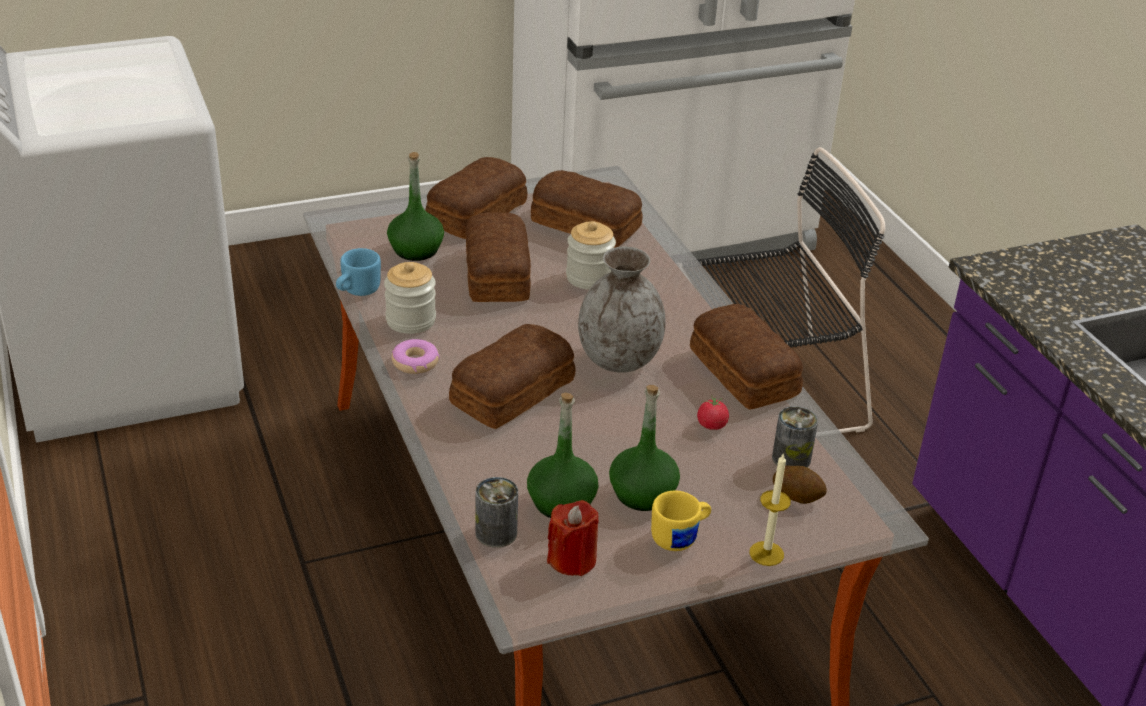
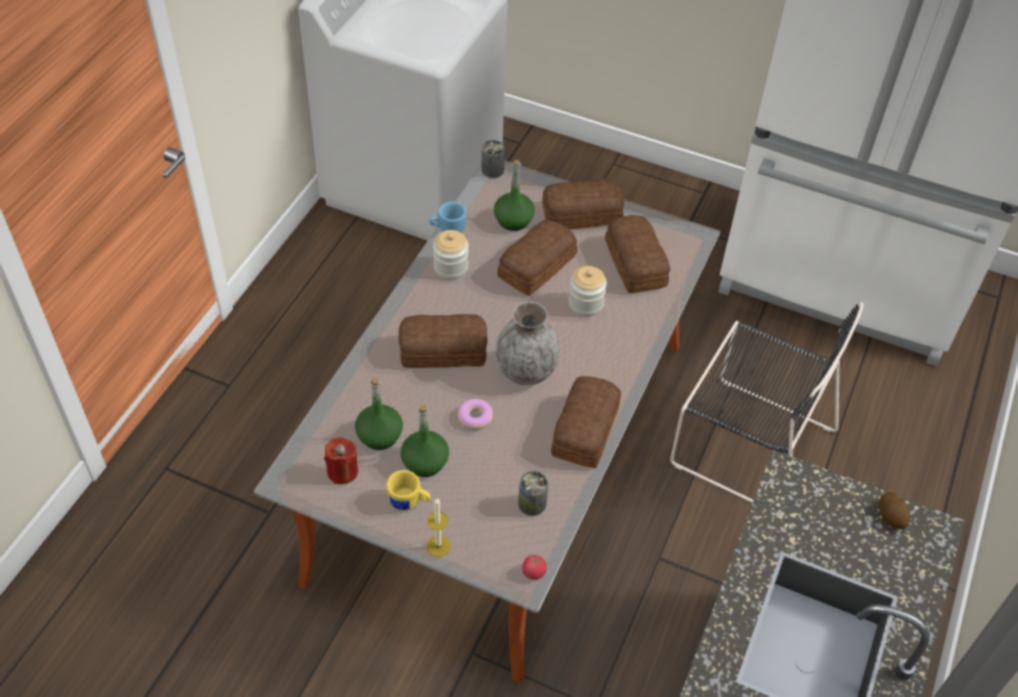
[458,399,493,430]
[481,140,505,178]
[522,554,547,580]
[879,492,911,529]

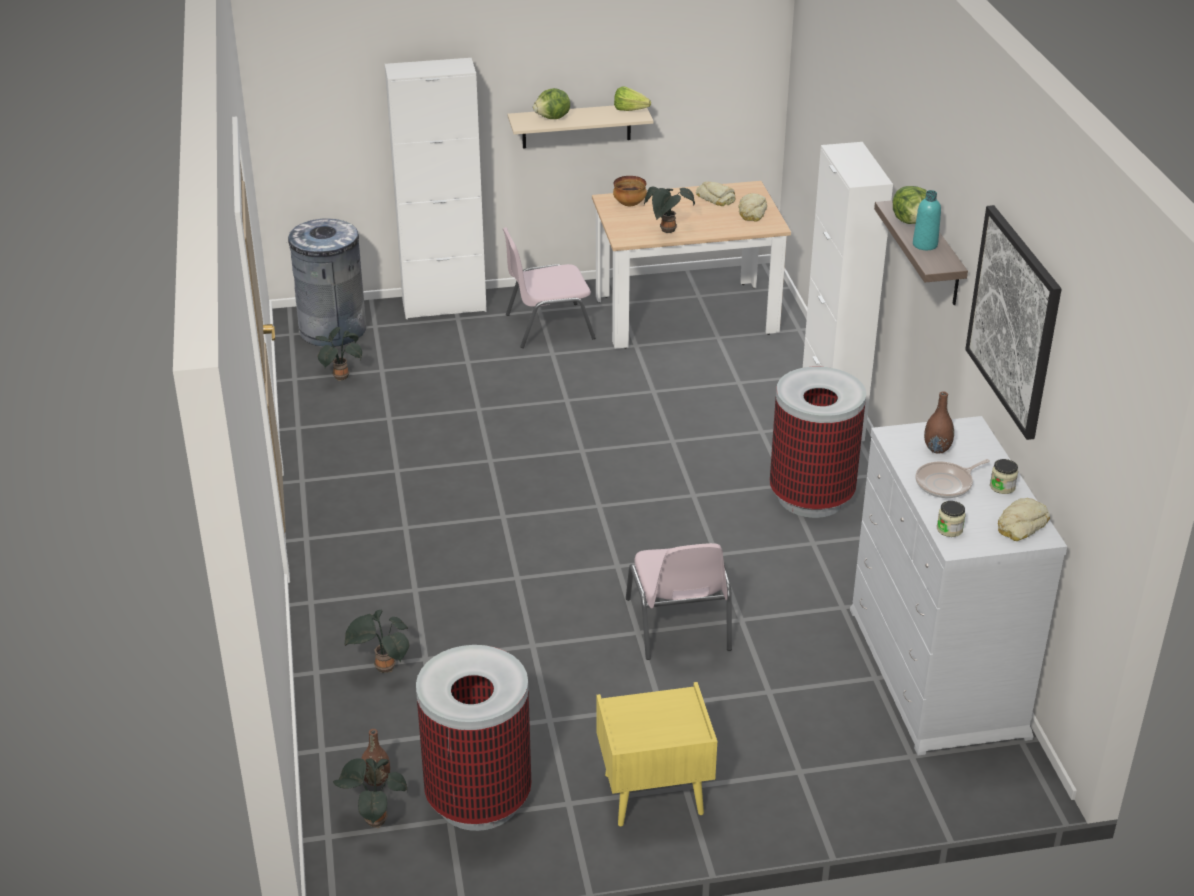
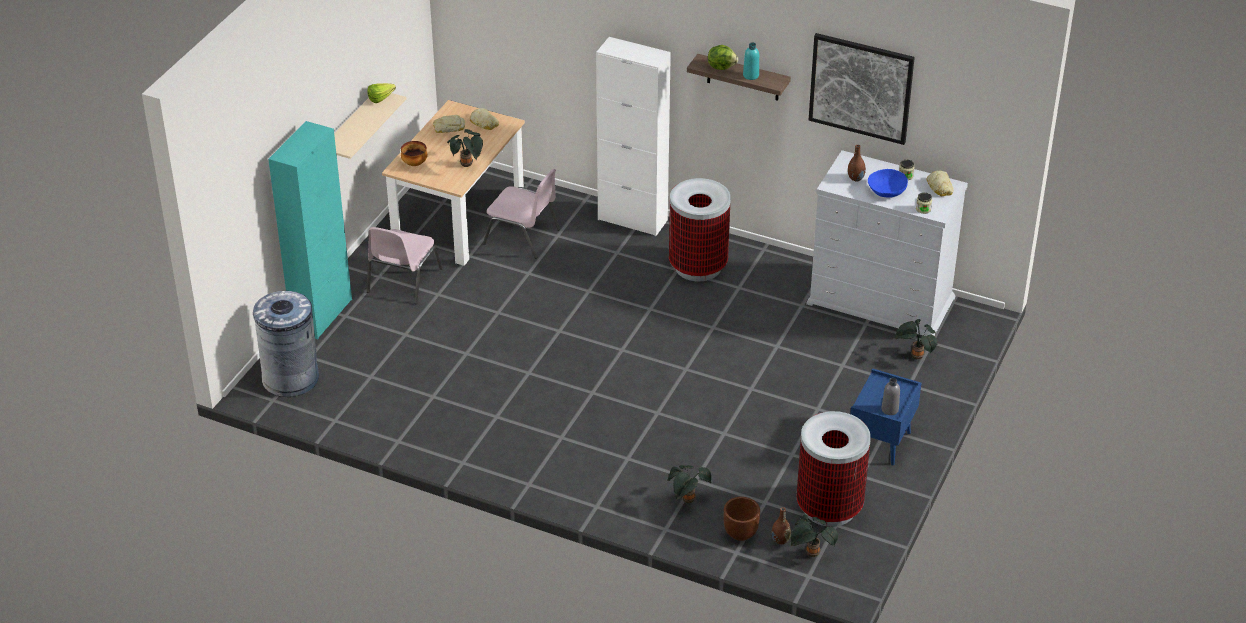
[533,88,570,119] (first image)
[724,497,760,541]
[882,378,900,415]
[895,319,938,360]
[483,169,560,259]
[868,169,908,197]
[268,121,352,339]
[850,368,921,466]

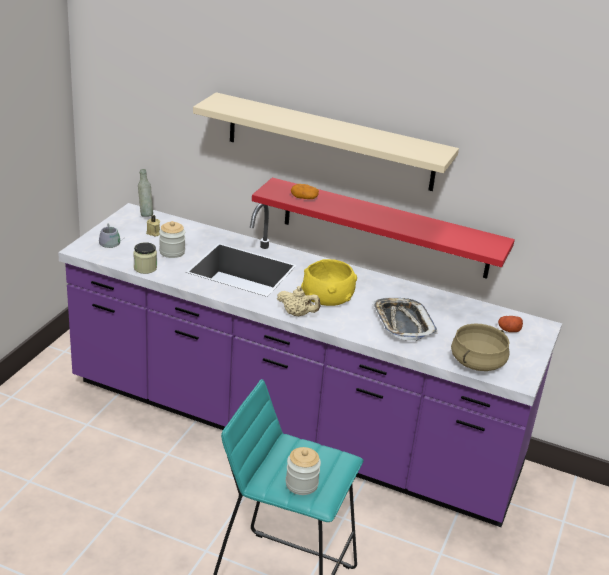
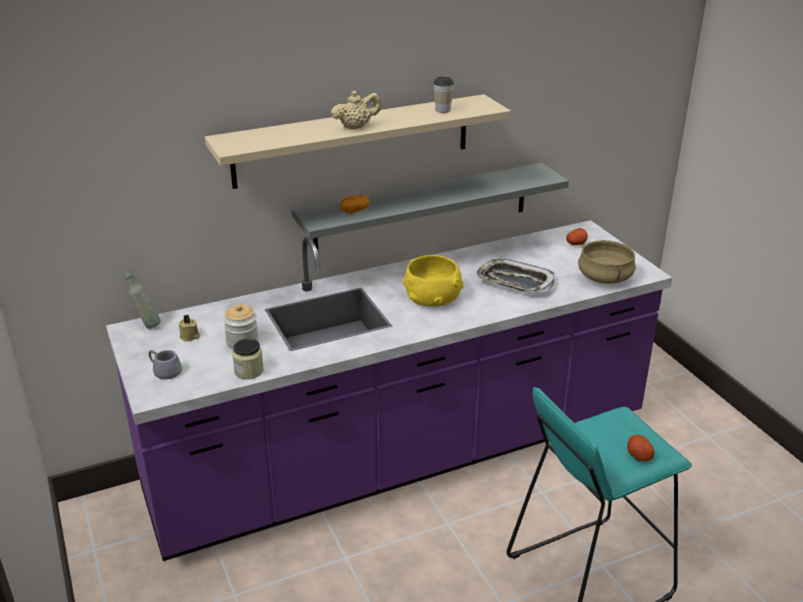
[434,76,454,113]
[331,91,381,129]
[627,435,654,461]
[291,163,569,254]

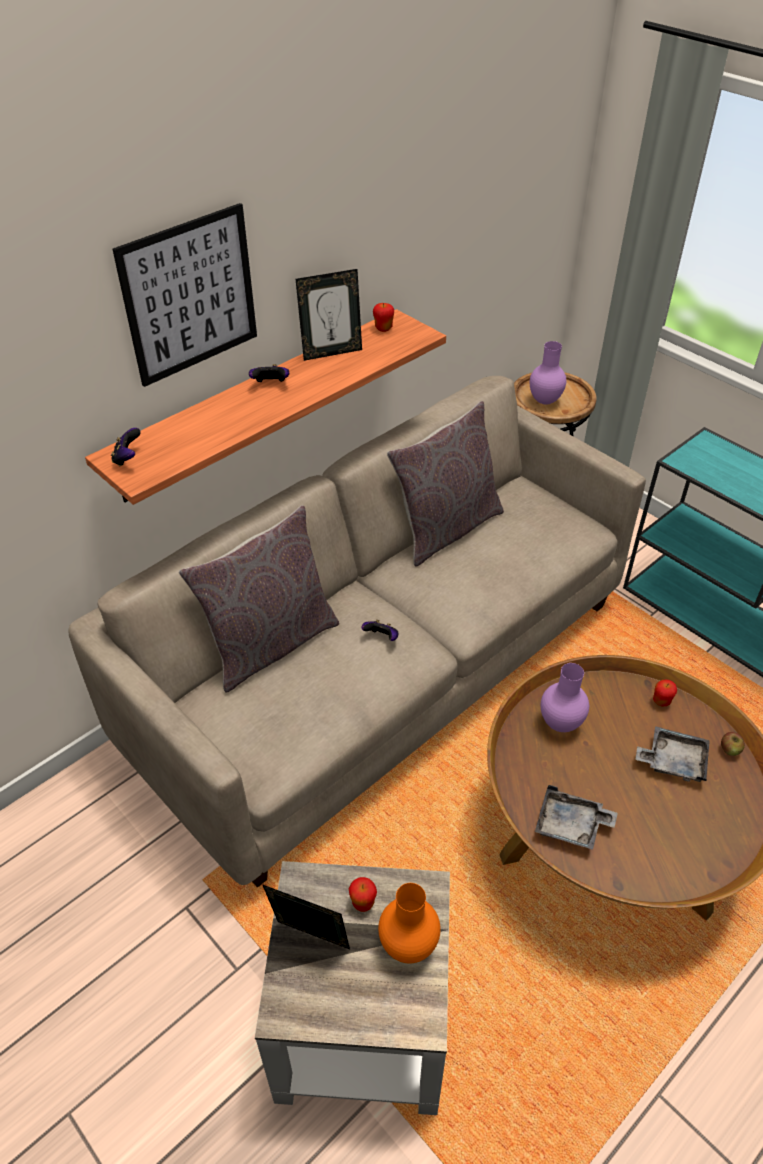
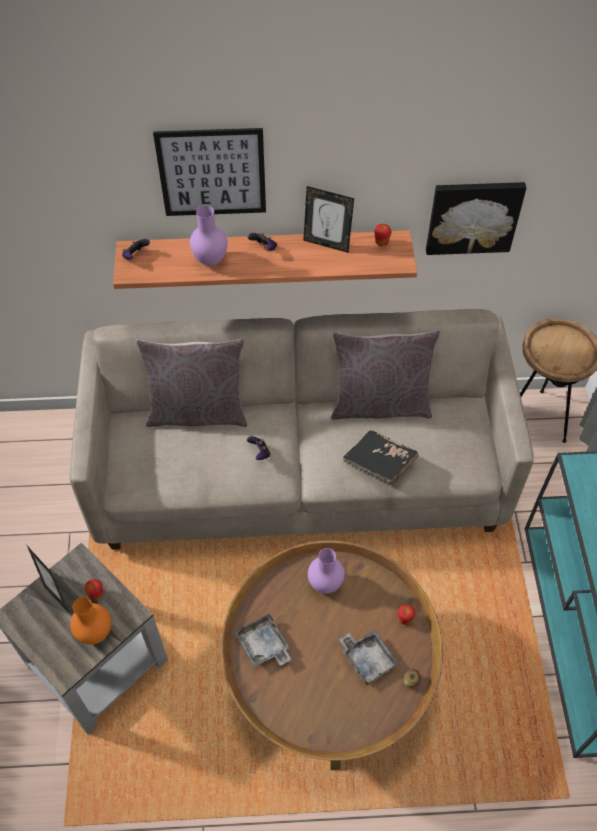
[343,431,418,485]
[426,182,526,255]
[190,206,227,266]

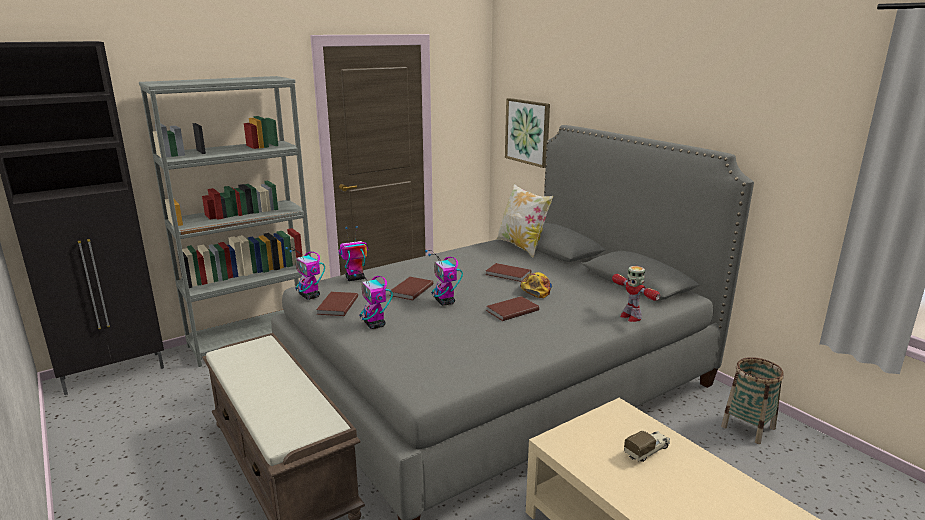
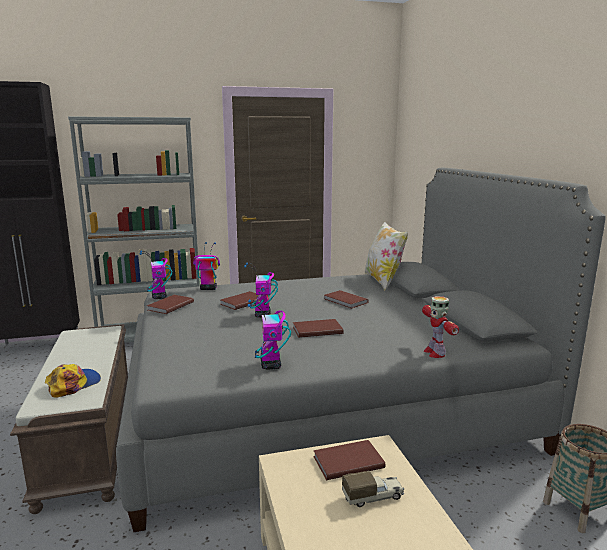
[505,98,550,168] (first image)
[313,440,385,480]
[247,299,291,369]
[45,364,101,398]

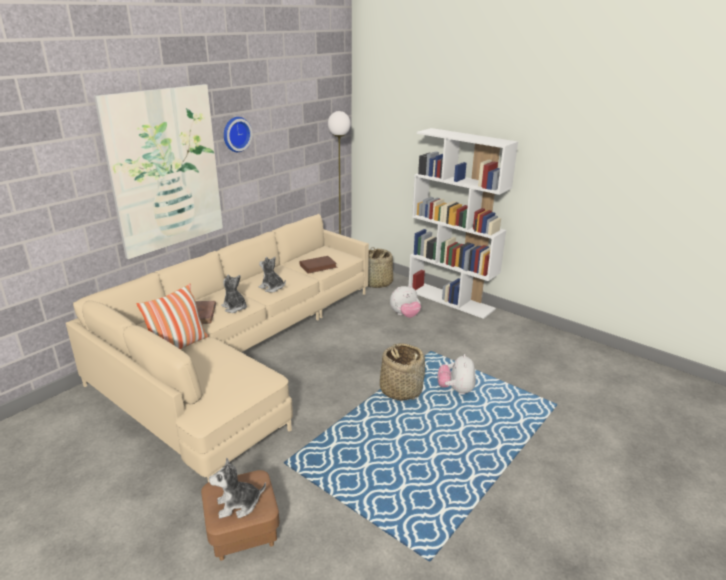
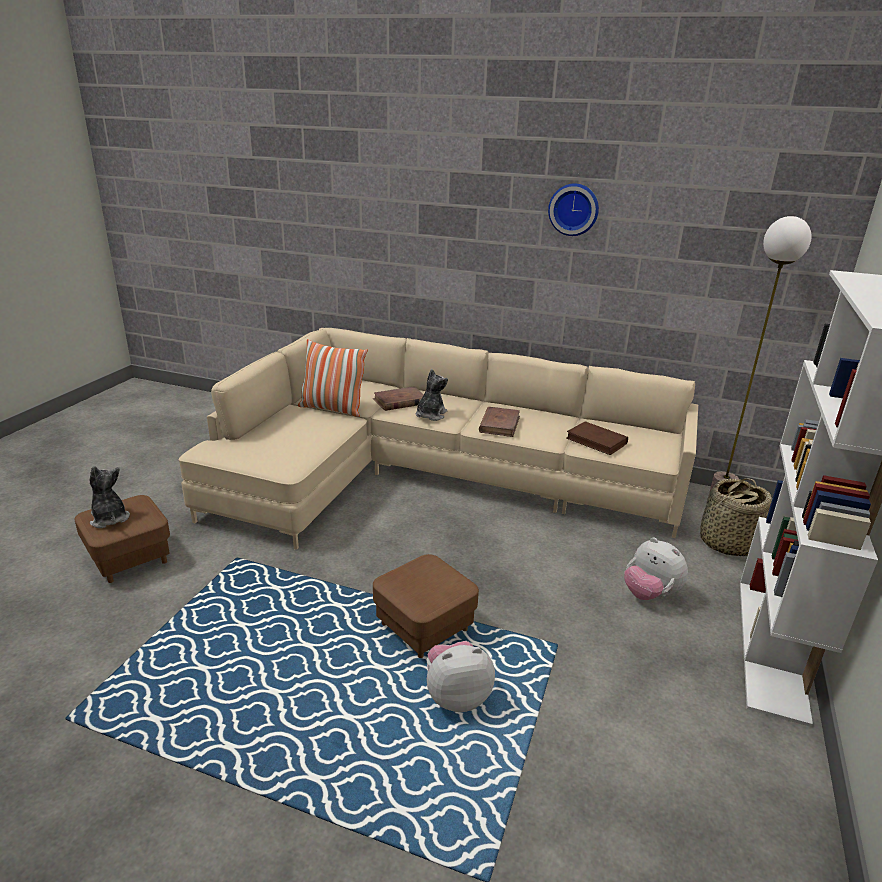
[94,84,223,259] (first image)
[479,407,520,437]
[373,554,479,658]

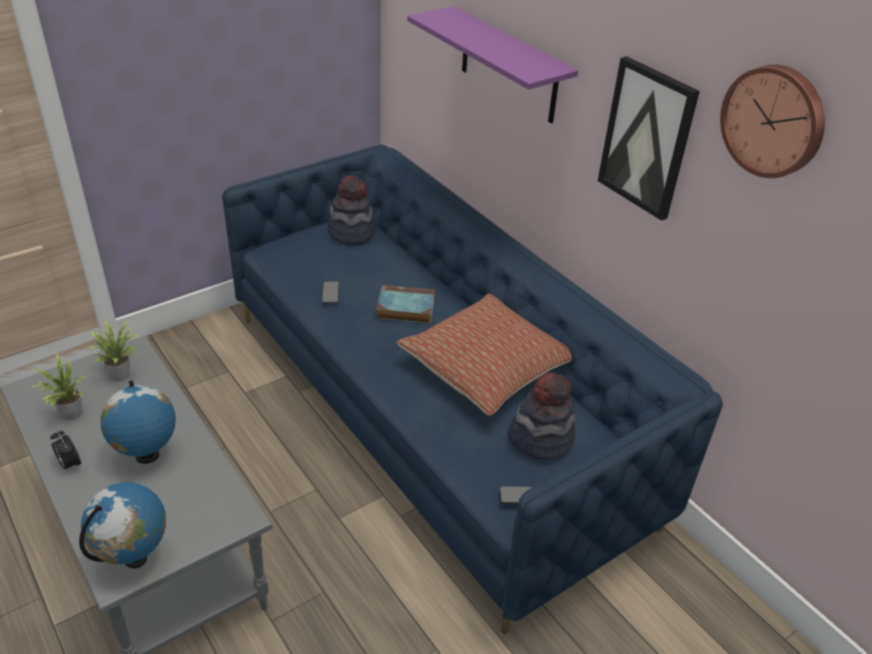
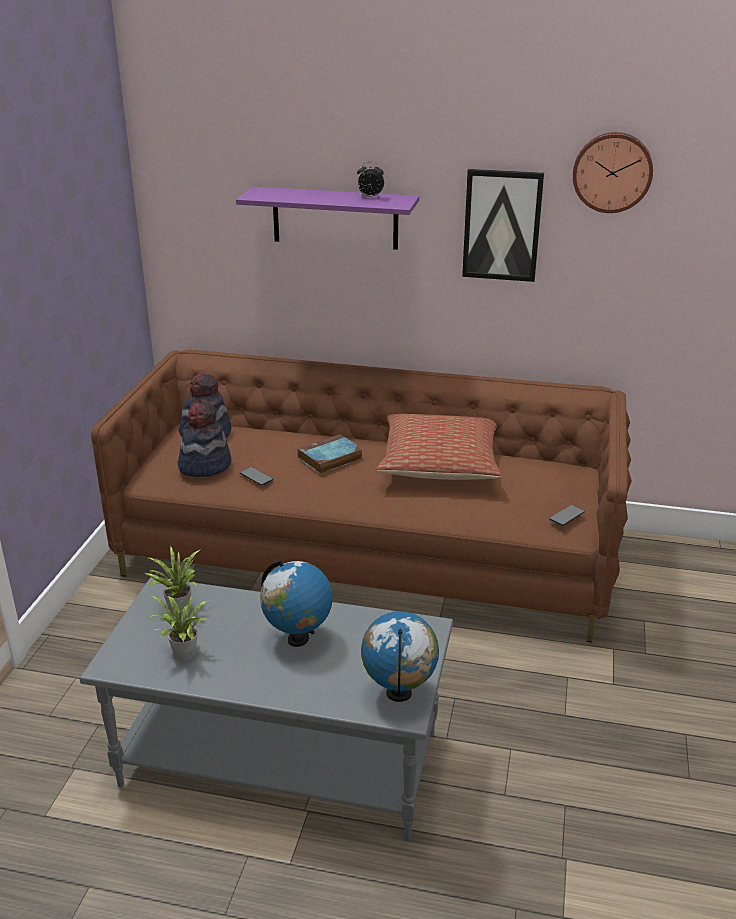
[357,162,384,198]
[178,402,231,477]
[91,350,632,642]

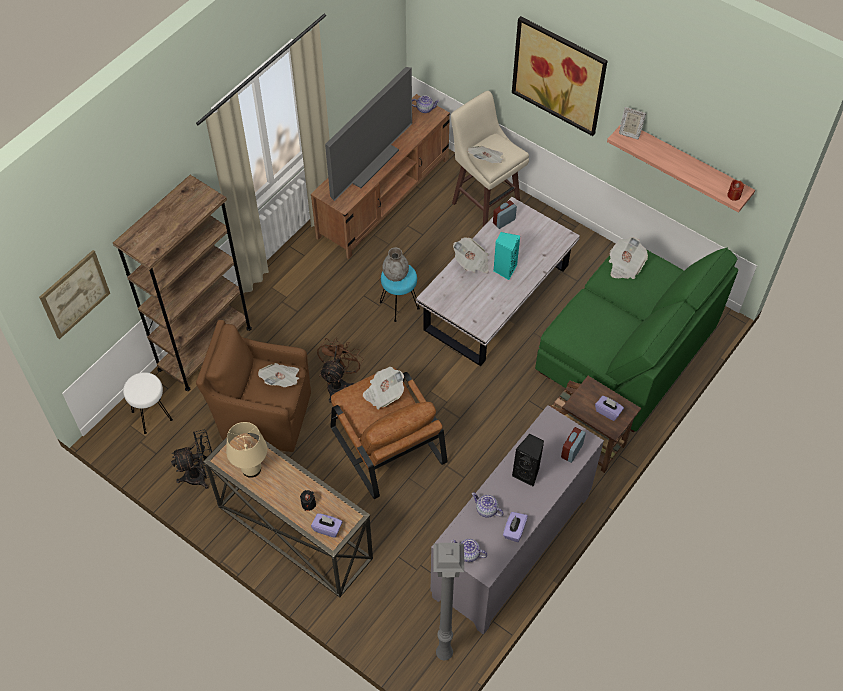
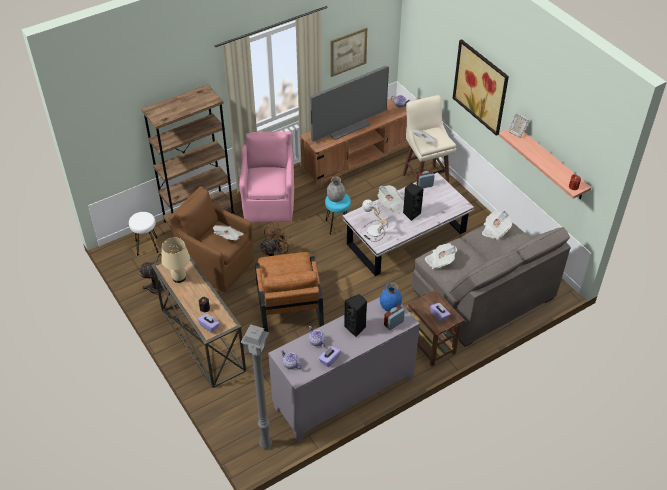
[239,131,294,222]
[360,199,388,242]
[380,282,402,311]
[330,27,367,77]
[425,243,457,269]
[403,183,424,221]
[412,222,571,347]

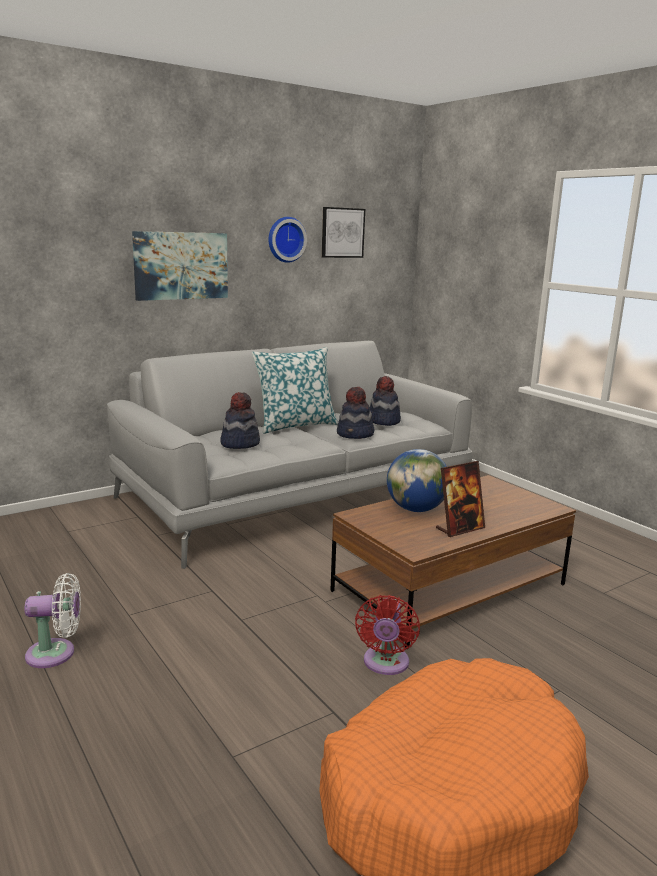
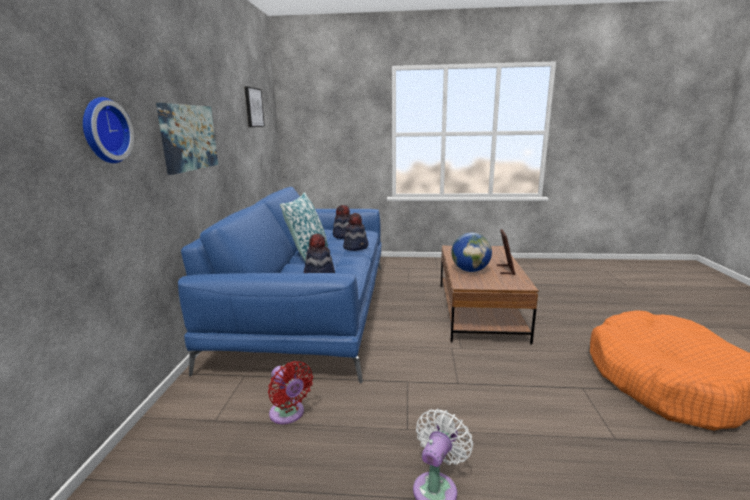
[83,97,134,163]
[268,361,313,424]
[178,187,381,383]

